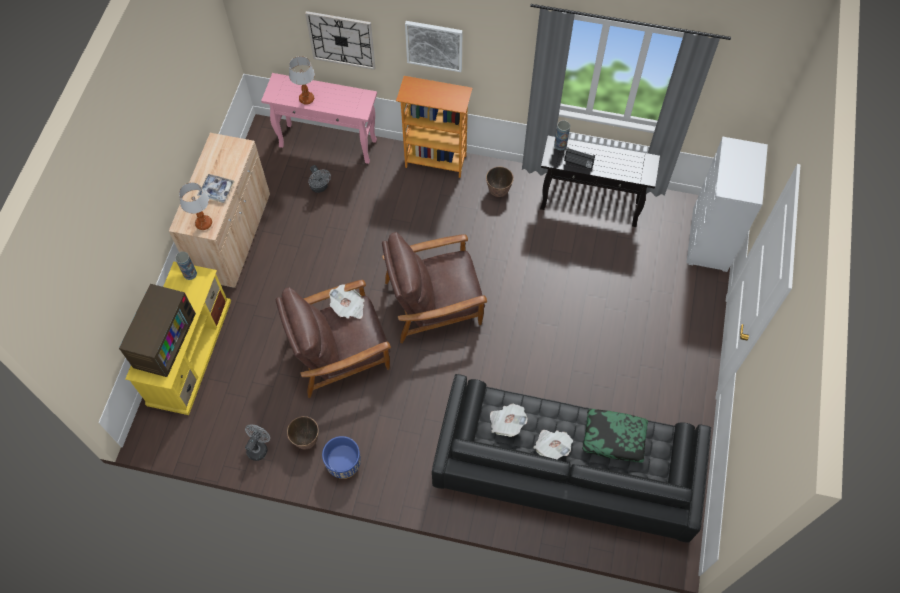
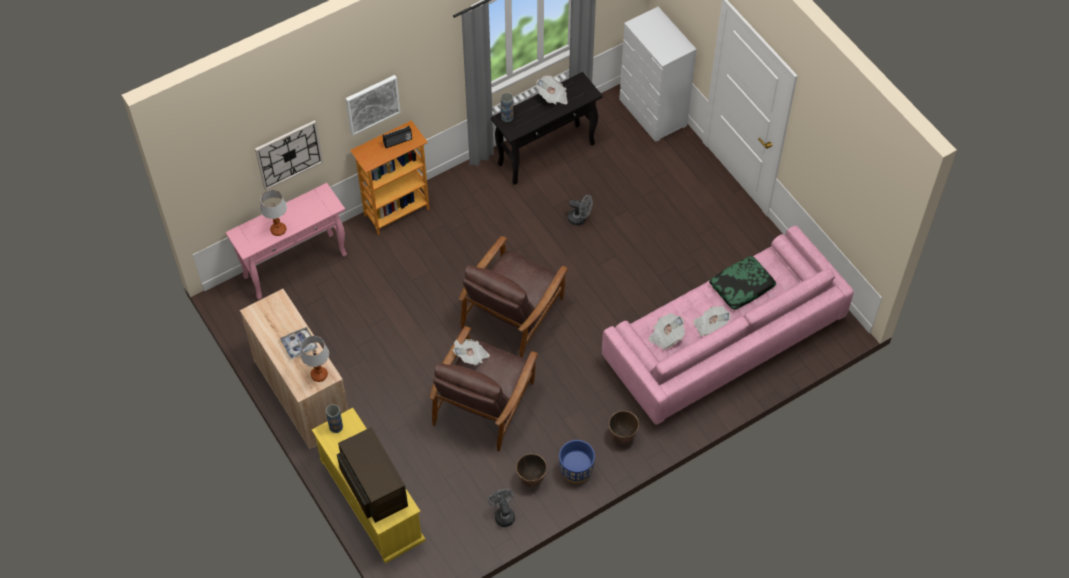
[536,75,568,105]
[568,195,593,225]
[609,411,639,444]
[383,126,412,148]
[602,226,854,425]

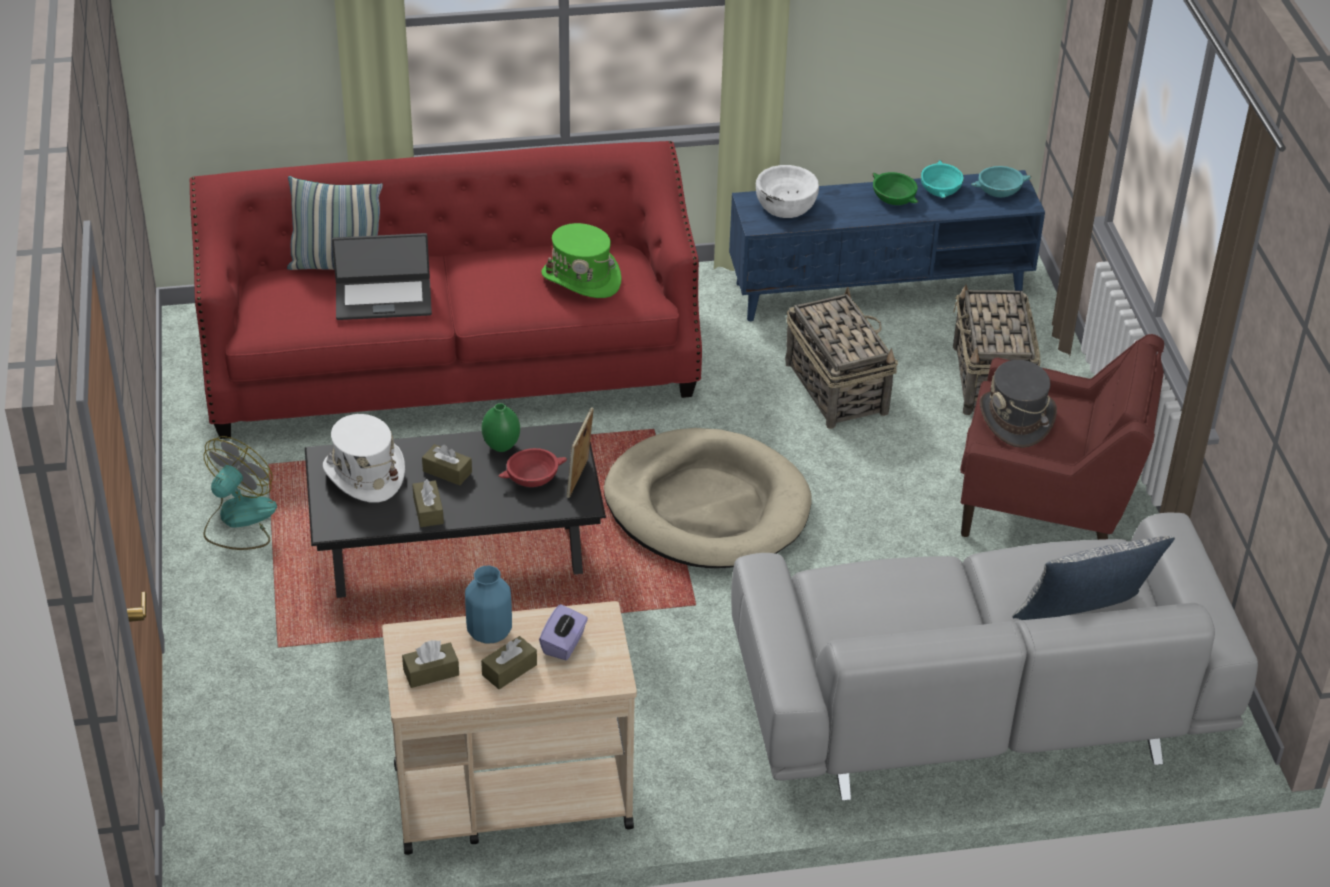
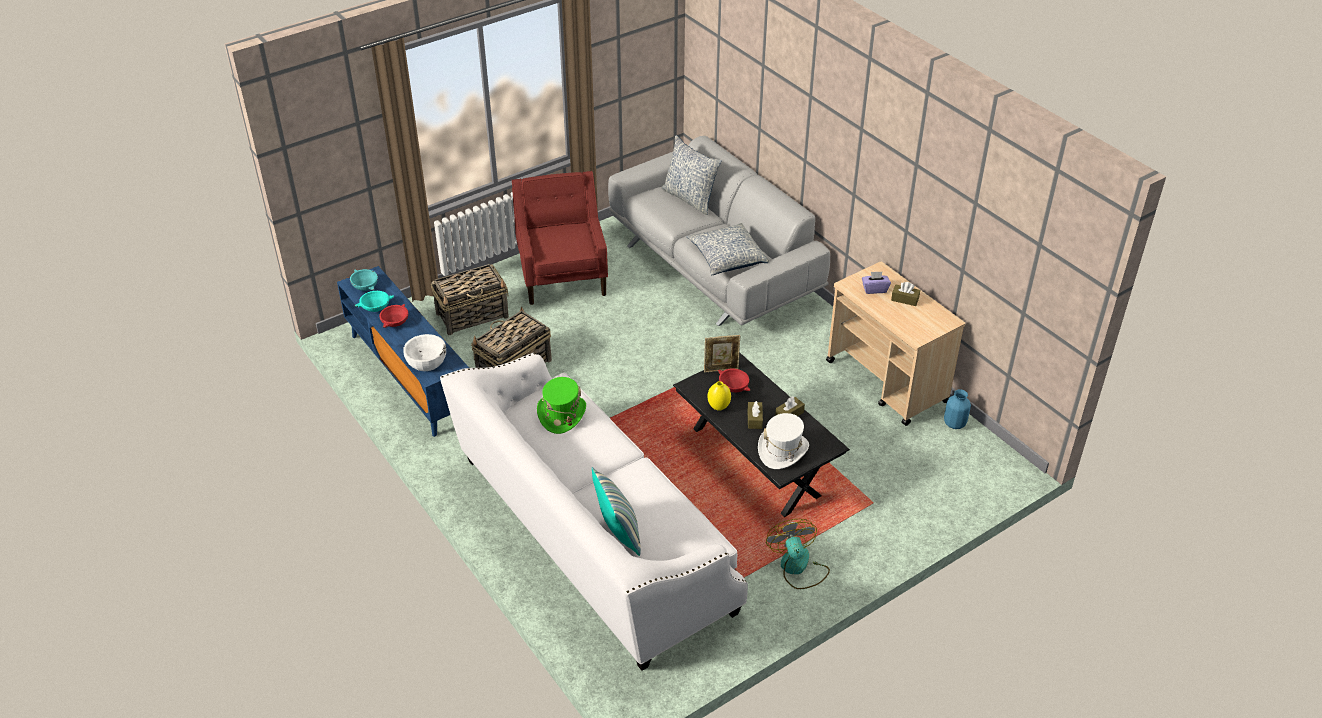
[332,233,432,320] (first image)
[402,640,459,688] (first image)
[604,428,812,568] (first image)
[980,360,1057,448] (first image)
[687,223,769,275]
[944,389,971,429]
[440,353,748,671]
[707,381,731,411]
[379,304,408,328]
[766,519,830,589]

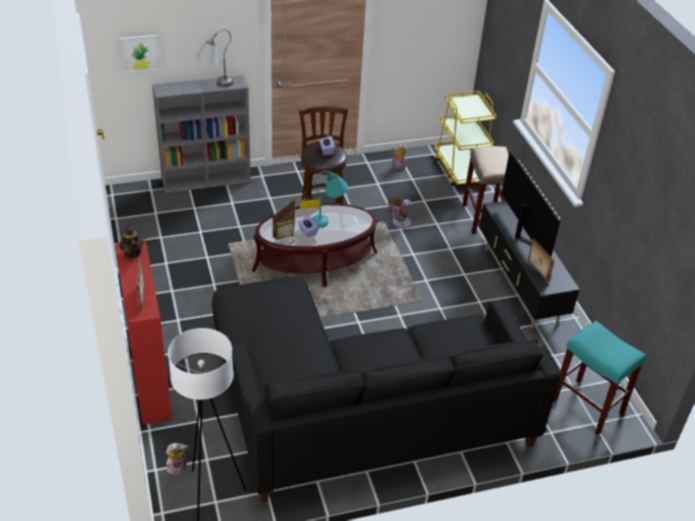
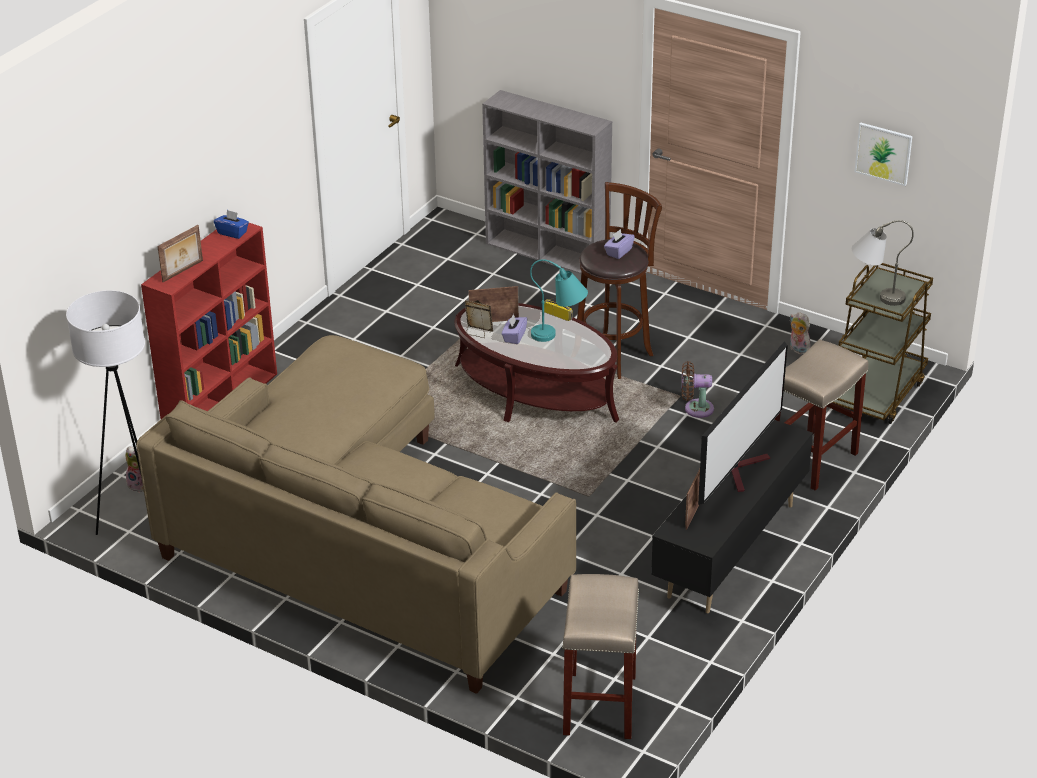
[854,123,912,186]
[852,220,914,306]
[214,210,249,239]
[136,335,576,694]
[833,263,933,424]
[562,574,639,739]

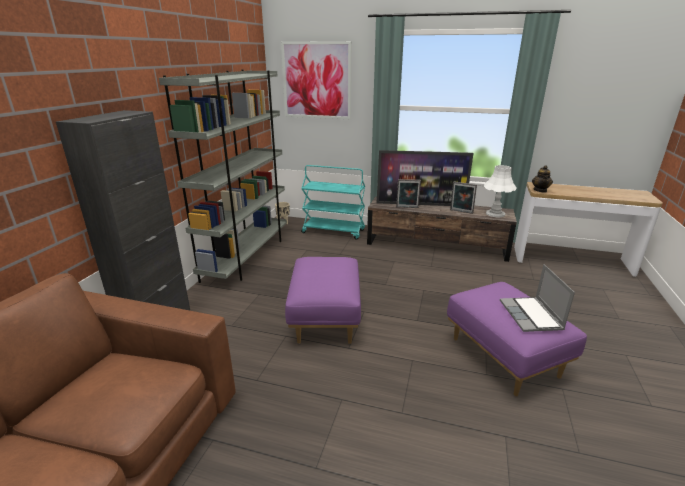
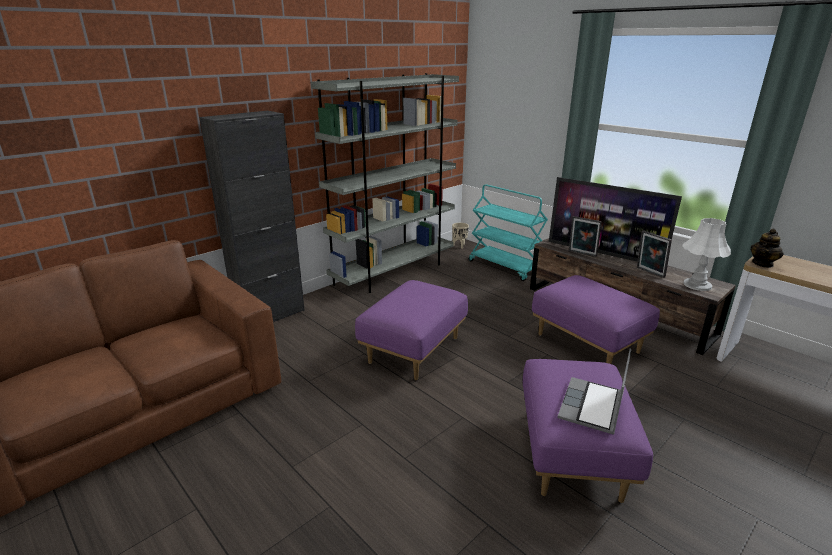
[281,41,351,119] (first image)
[532,275,660,364]

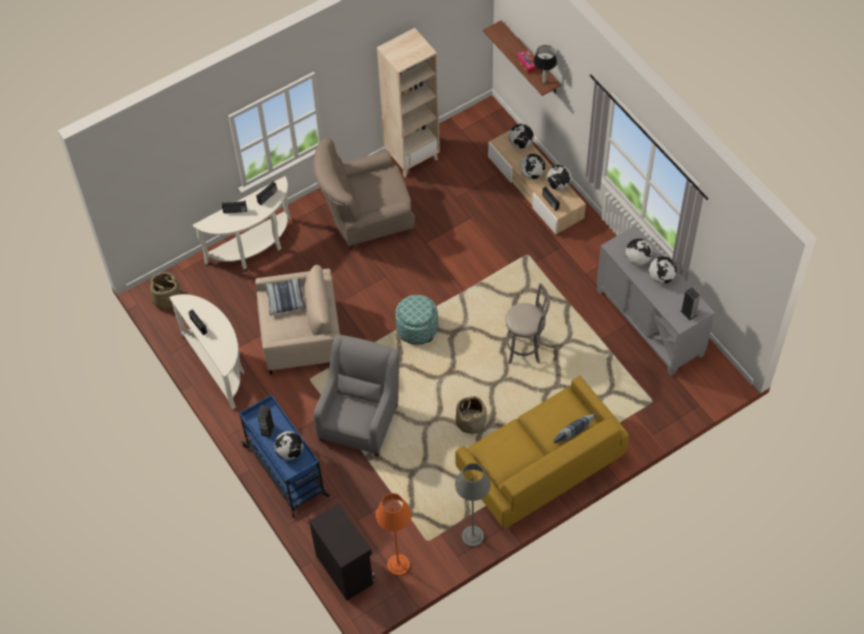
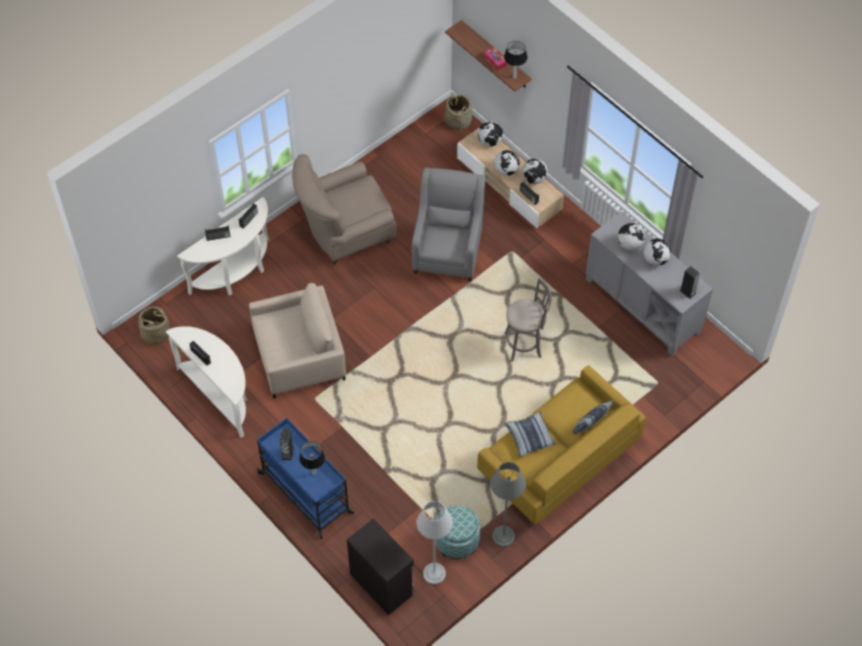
[377,28,440,177] (first image)
[504,411,556,457]
[412,168,485,282]
[436,505,480,559]
[444,94,473,131]
[299,442,325,475]
[417,501,453,584]

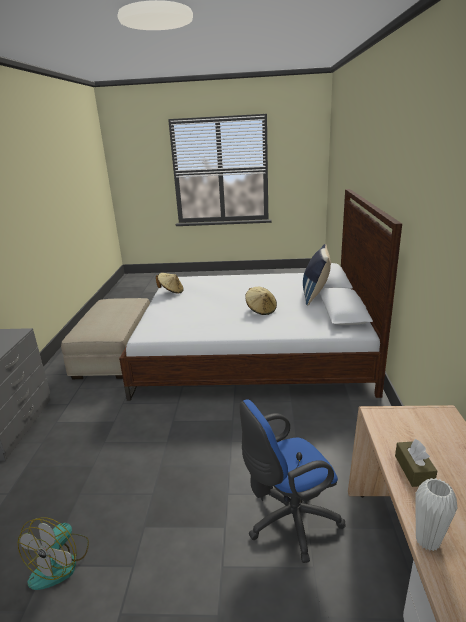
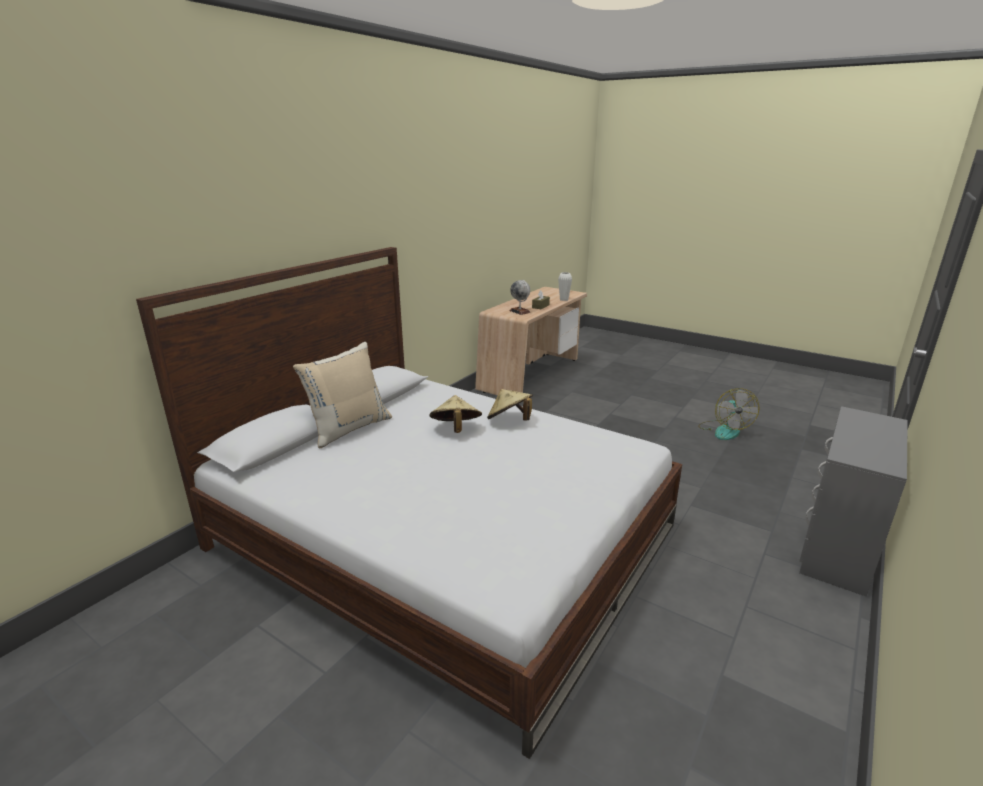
[61,298,150,379] (first image)
[239,400,345,563] (first image)
[509,280,530,315]
[487,389,533,420]
[293,342,392,448]
[698,388,759,440]

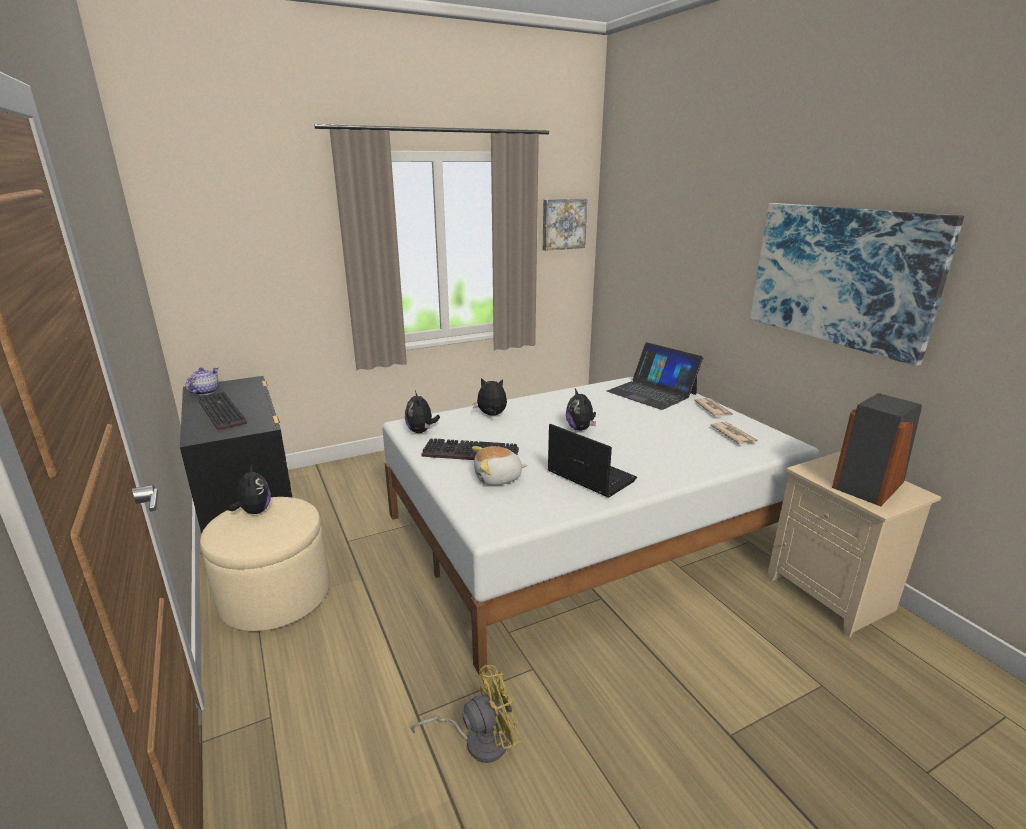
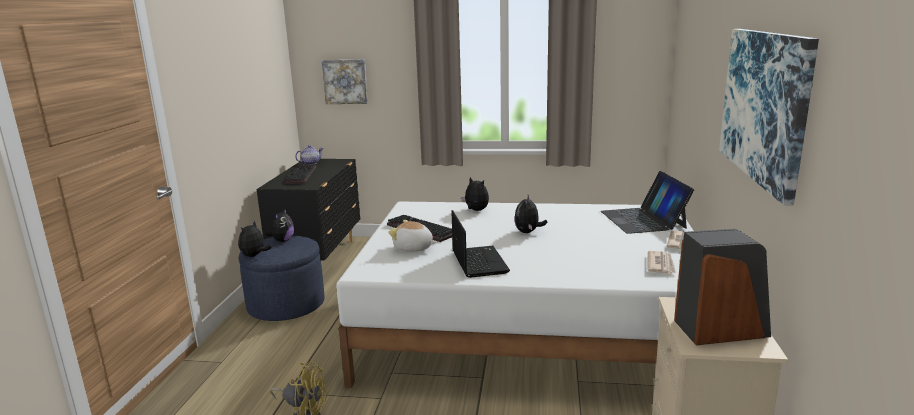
[238,220,271,257]
[322,59,368,104]
[239,236,325,321]

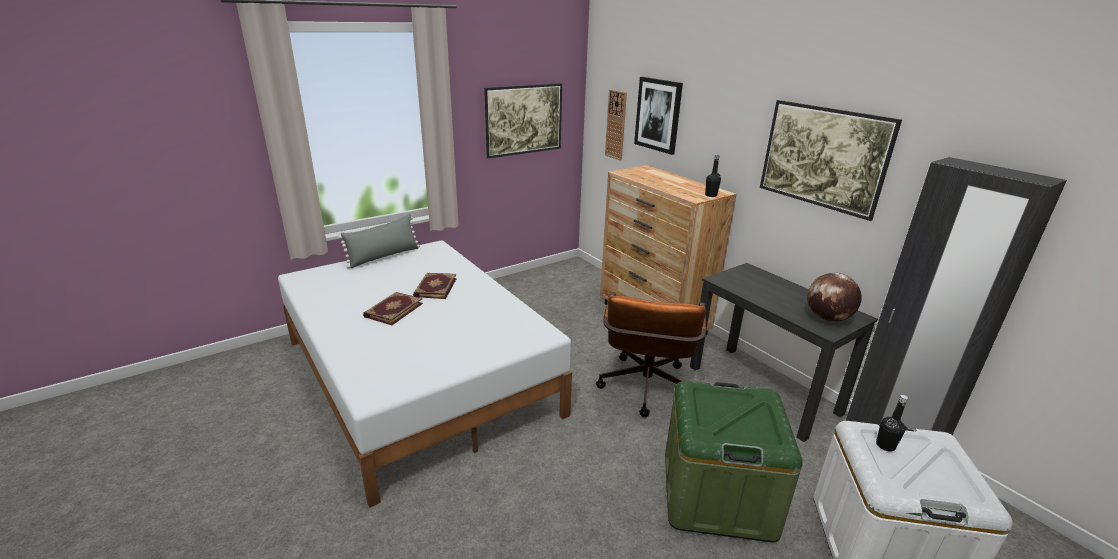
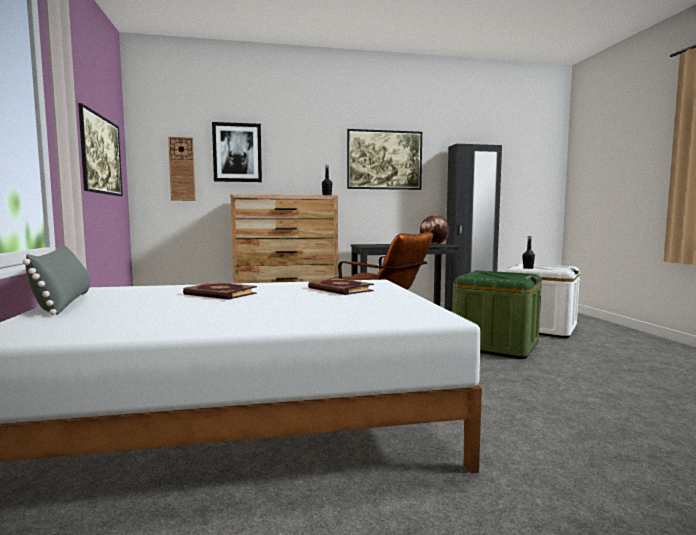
[308,278,374,295]

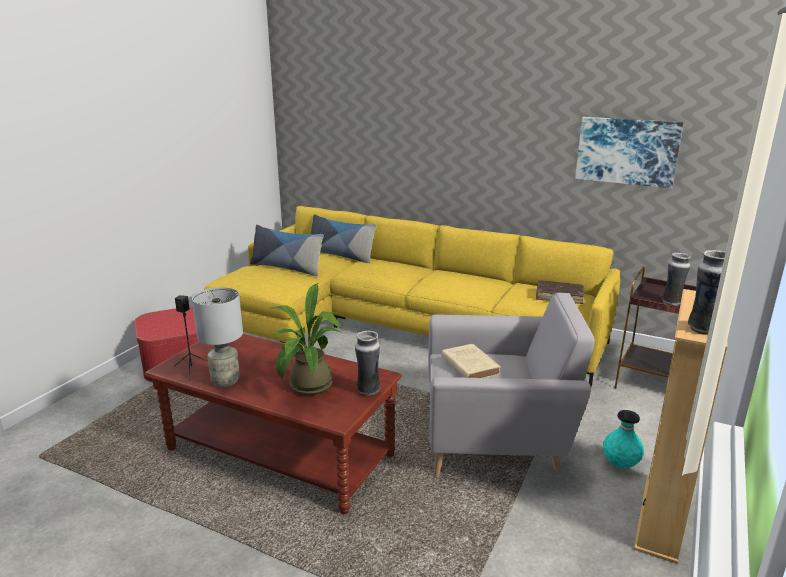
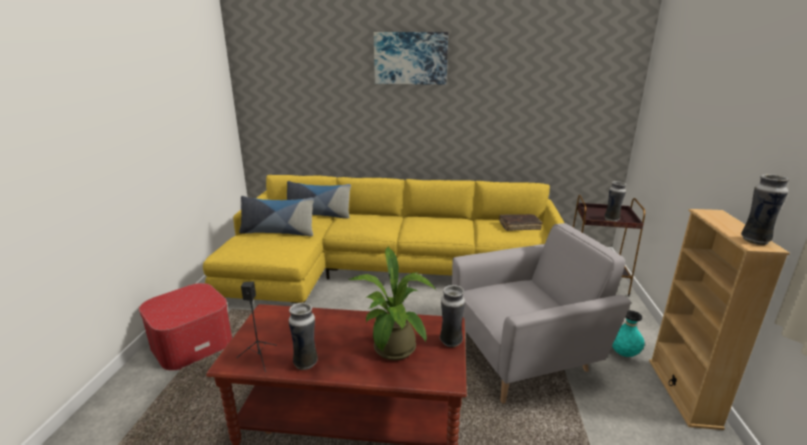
[441,344,501,378] (first image)
[374,32,448,85]
[289,302,318,370]

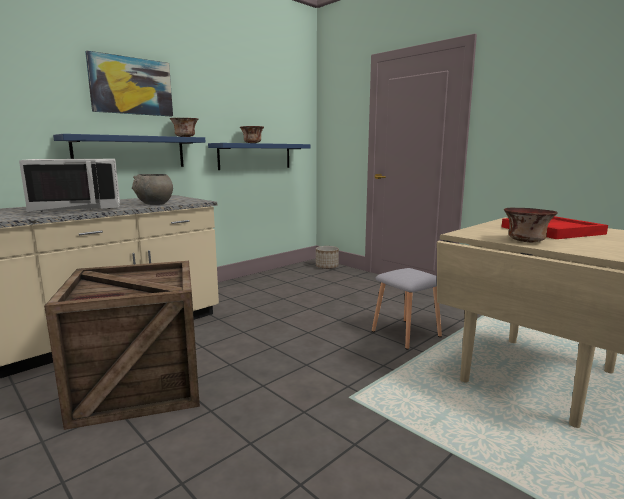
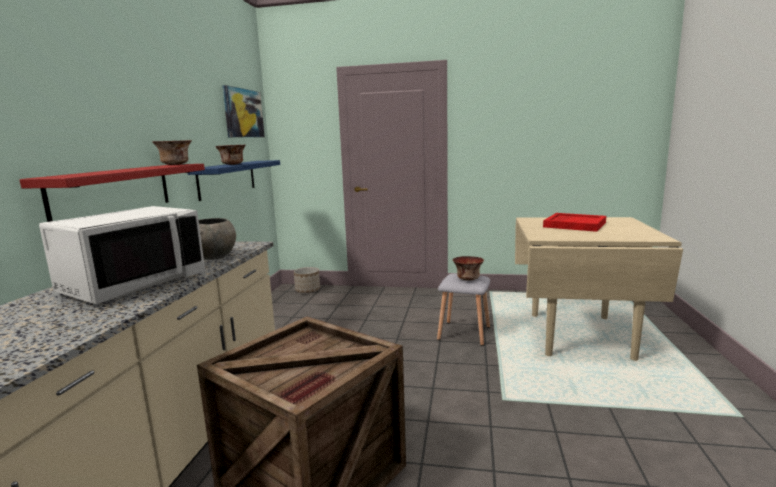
[222,85,265,137]
[453,256,484,281]
[19,164,205,222]

